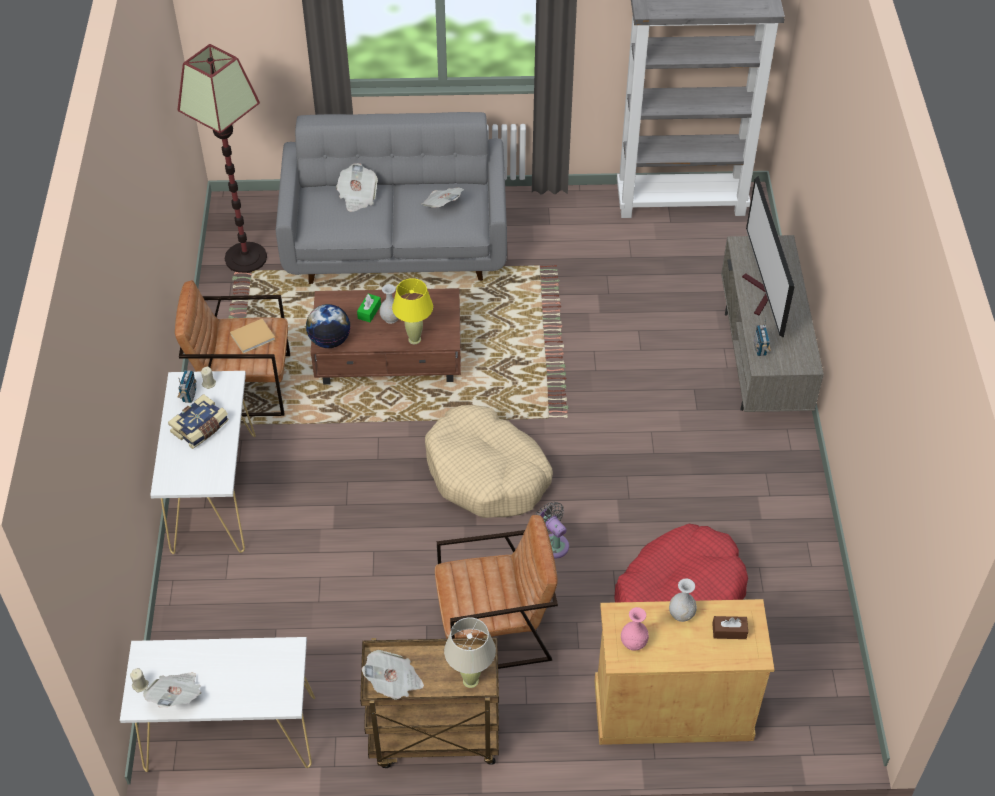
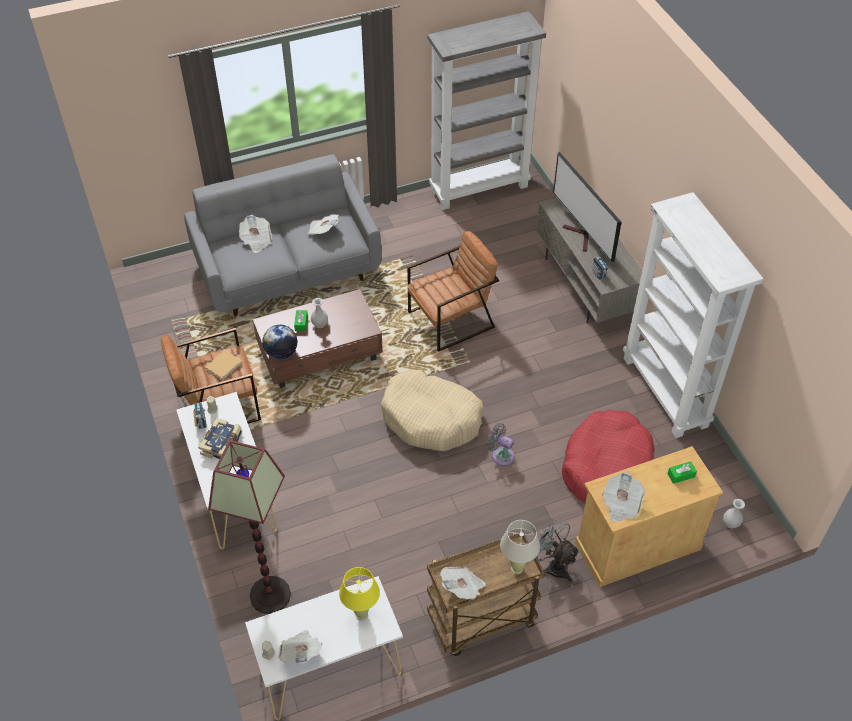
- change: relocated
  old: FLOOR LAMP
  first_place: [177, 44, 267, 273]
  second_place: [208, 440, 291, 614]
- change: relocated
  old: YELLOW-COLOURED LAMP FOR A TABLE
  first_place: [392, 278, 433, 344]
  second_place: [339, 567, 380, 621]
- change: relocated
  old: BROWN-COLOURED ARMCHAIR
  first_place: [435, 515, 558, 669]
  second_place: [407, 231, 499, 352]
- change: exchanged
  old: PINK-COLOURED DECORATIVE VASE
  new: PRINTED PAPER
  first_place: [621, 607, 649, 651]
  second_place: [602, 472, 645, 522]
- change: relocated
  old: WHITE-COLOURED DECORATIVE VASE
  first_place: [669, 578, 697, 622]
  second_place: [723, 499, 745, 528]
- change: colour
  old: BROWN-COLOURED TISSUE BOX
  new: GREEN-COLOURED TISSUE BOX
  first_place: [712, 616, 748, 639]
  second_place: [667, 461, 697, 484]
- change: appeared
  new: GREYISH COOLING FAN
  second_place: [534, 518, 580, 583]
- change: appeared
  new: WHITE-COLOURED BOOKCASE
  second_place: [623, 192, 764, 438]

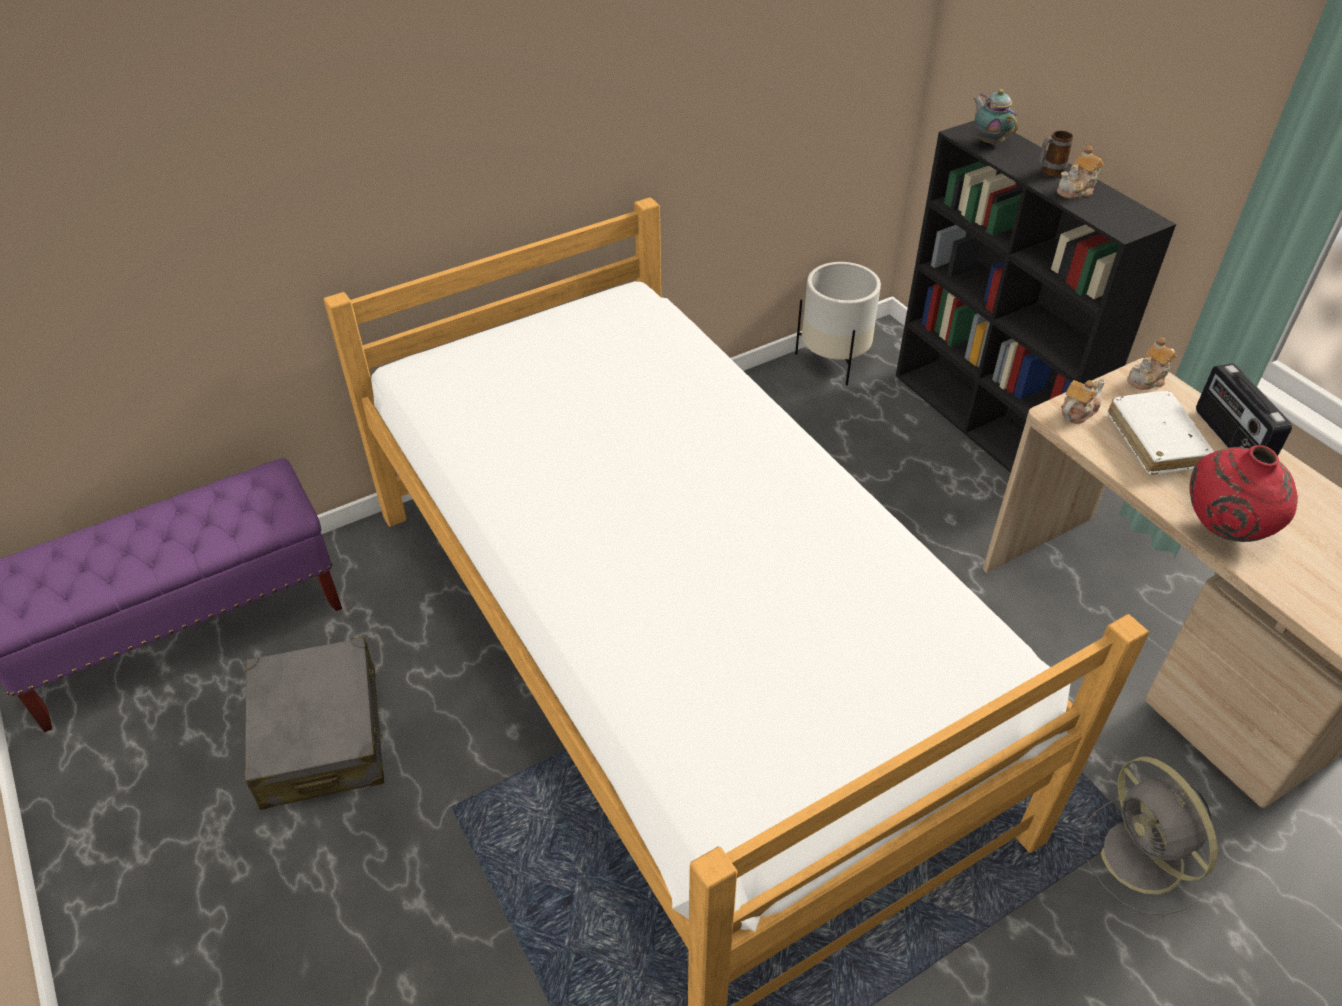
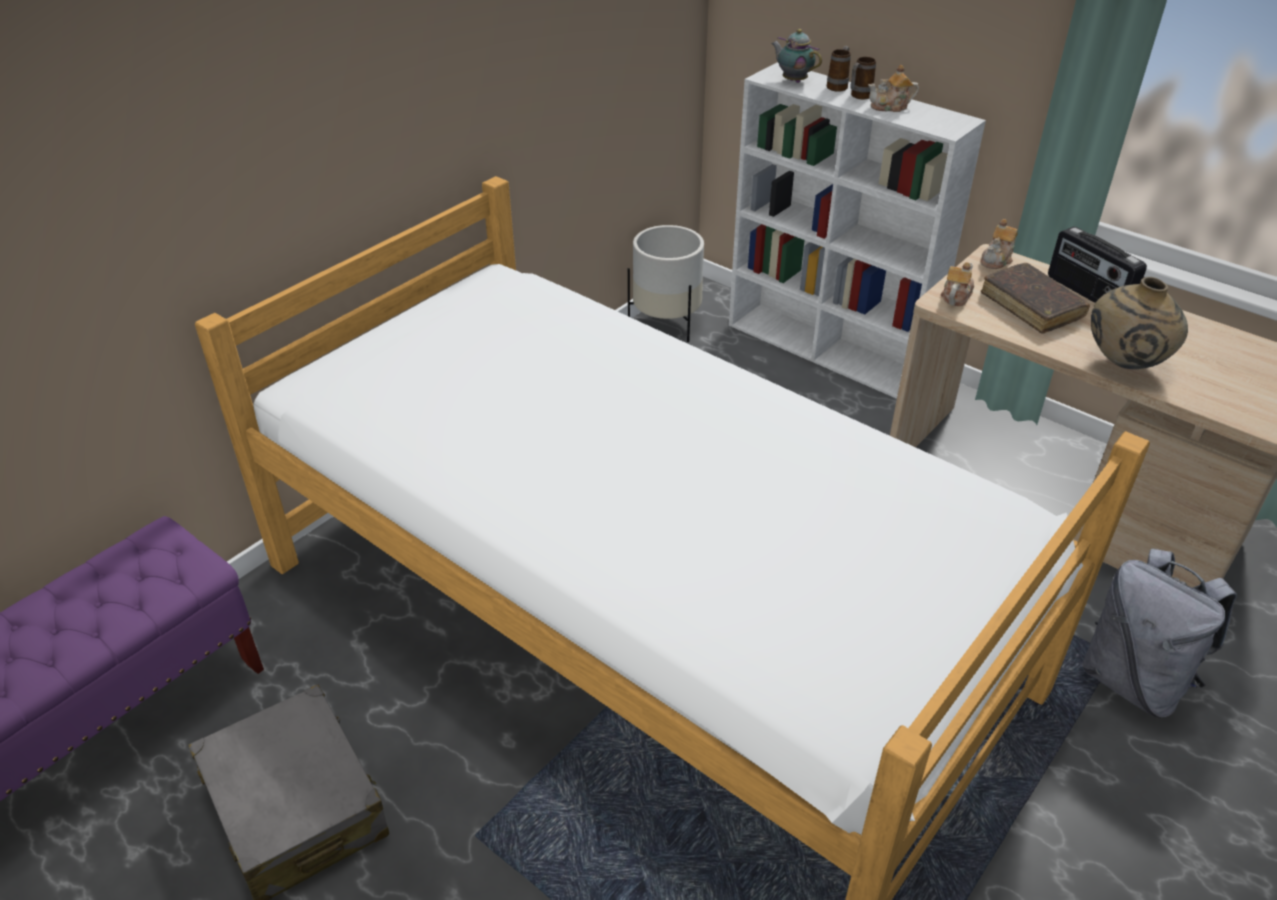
- change: colour
  old: BLACK BOOKCASE
  new: WHITE-COLOURED BOOKCASE
  first_place: [896, 120, 1176, 473]
  second_place: [729, 62, 986, 399]
- change: spun
  old: POT FOR TEA
  first_place: [1057, 146, 1103, 199]
  second_place: [868, 65, 919, 112]
  degrees: 45
- change: exchanged
  old: GREYISH COOLING FAN
  new: GREYISH BACKPACK
  first_place: [1082, 757, 1218, 915]
  second_place: [1082, 548, 1237, 718]
- change: colour
  old: WHITE-COLOURED BOUND BOOK
  new: BROWN-COLOURED BOUND BOOK
  first_place: [1107, 391, 1214, 475]
  second_place: [981, 263, 1090, 334]
- change: colour
  old: RED-COLOURED DECORATIVE VASE
  new: SAND-COLOURED DECORATIVE VASE
  first_place: [1190, 445, 1298, 542]
  second_place: [1091, 277, 1188, 369]
- change: appeared
  new: MUG
  second_place: [827, 46, 851, 92]

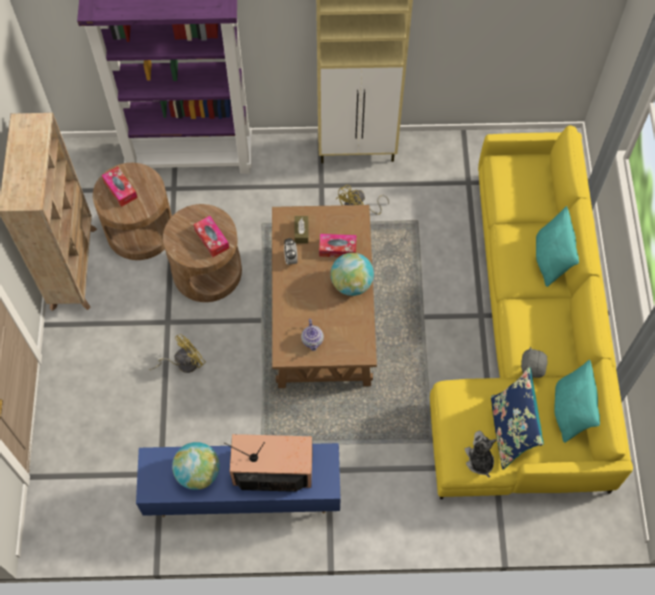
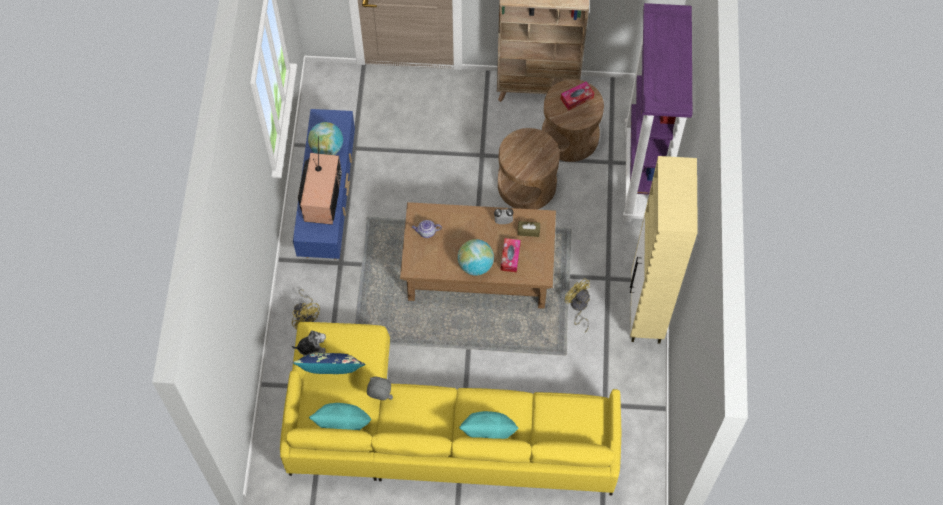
- change: relocated
  old: YELLOW-COLOURED COOLING FAN
  first_place: [149, 334, 206, 373]
  second_place: [292, 289, 320, 330]
- change: missing
  old: TISSUE BOX
  first_place: [193, 216, 229, 257]

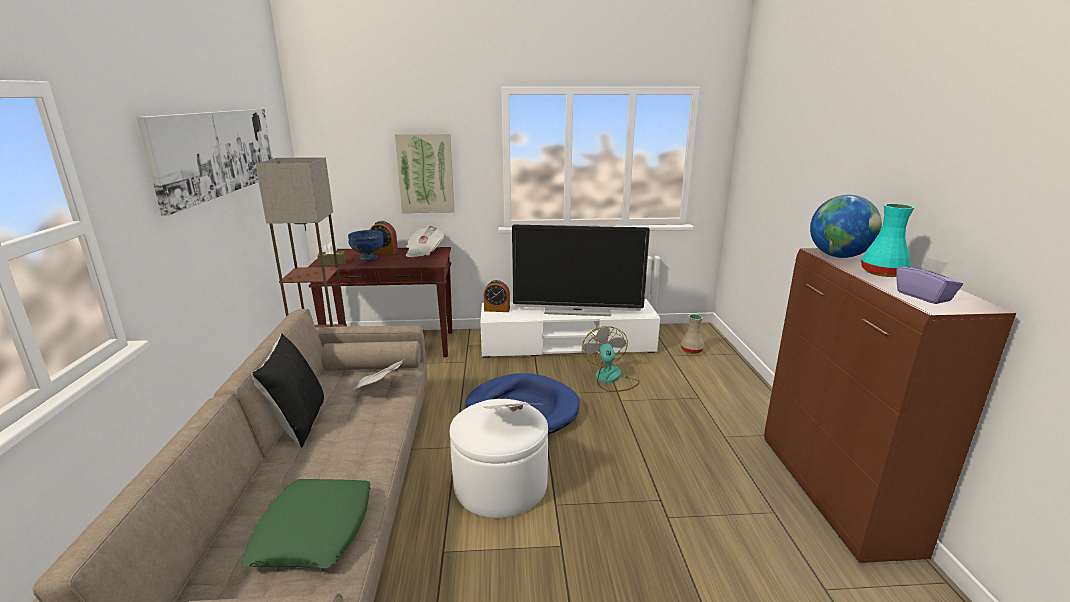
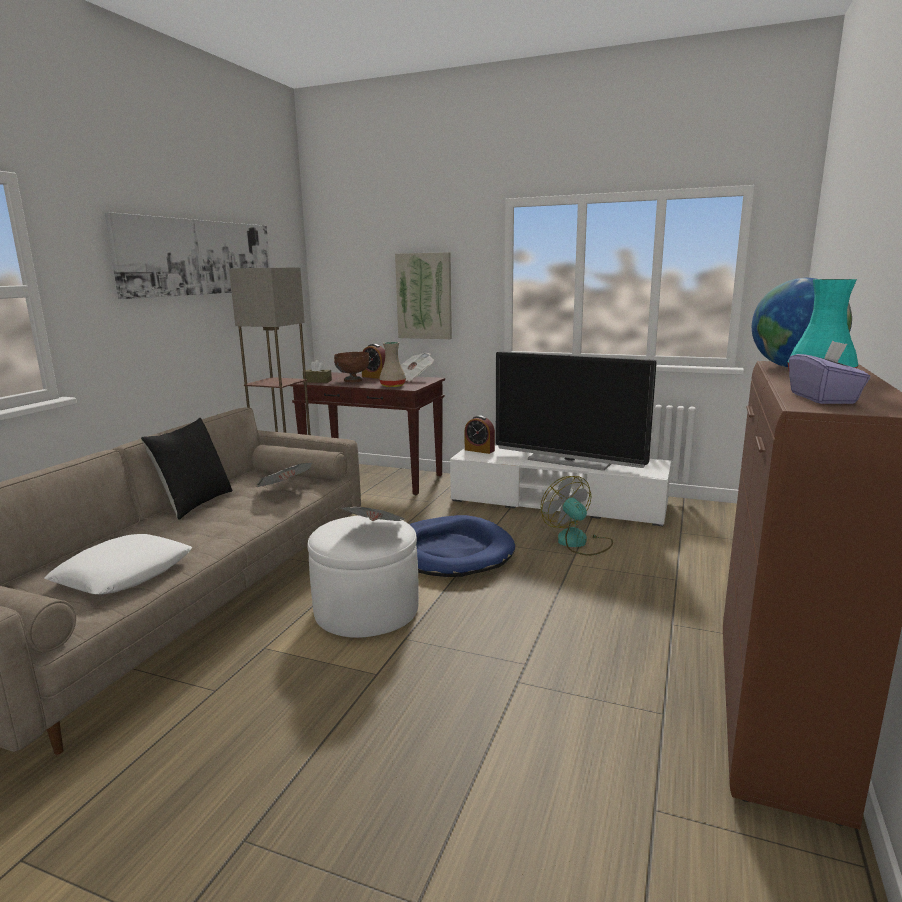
- change: colour
  old: GREEN-COLOURED THROW PILLOW
  new: WHITE-COLOURED THROW PILLOW
  first_place: [241, 479, 371, 568]
  second_place: [44, 534, 192, 594]
- change: colour
  old: BLUE BOWL
  new: BROWN-COLOURED BOWL
  first_place: [348, 230, 384, 262]
  second_place: [334, 352, 369, 382]
- change: spun
  old: COOLING FAN
  first_place: [582, 326, 640, 392]
  second_place: [541, 476, 613, 556]
  degrees: -45
- change: relocated
  old: SAND-COLOURED DECORATIVE VASE
  first_place: [681, 314, 704, 354]
  second_place: [379, 342, 406, 387]

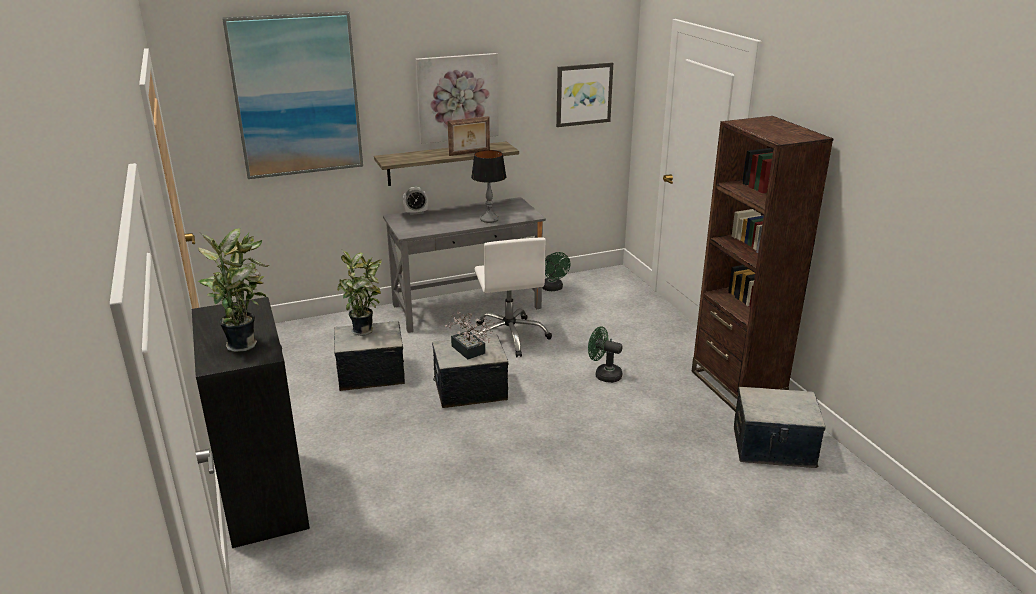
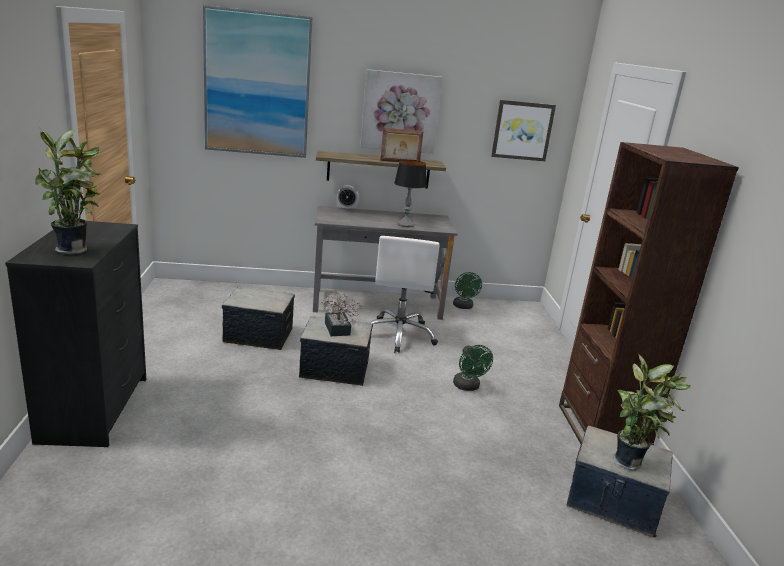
- change: relocated
  old: HOUSEPLANT
  first_place: [337, 250, 382, 336]
  second_place: [613, 353, 691, 471]
- change: spun
  old: GREEN-COLOURED COOLING FAN
  first_place: [588, 326, 623, 383]
  second_place: [453, 345, 493, 391]
  degrees: -150

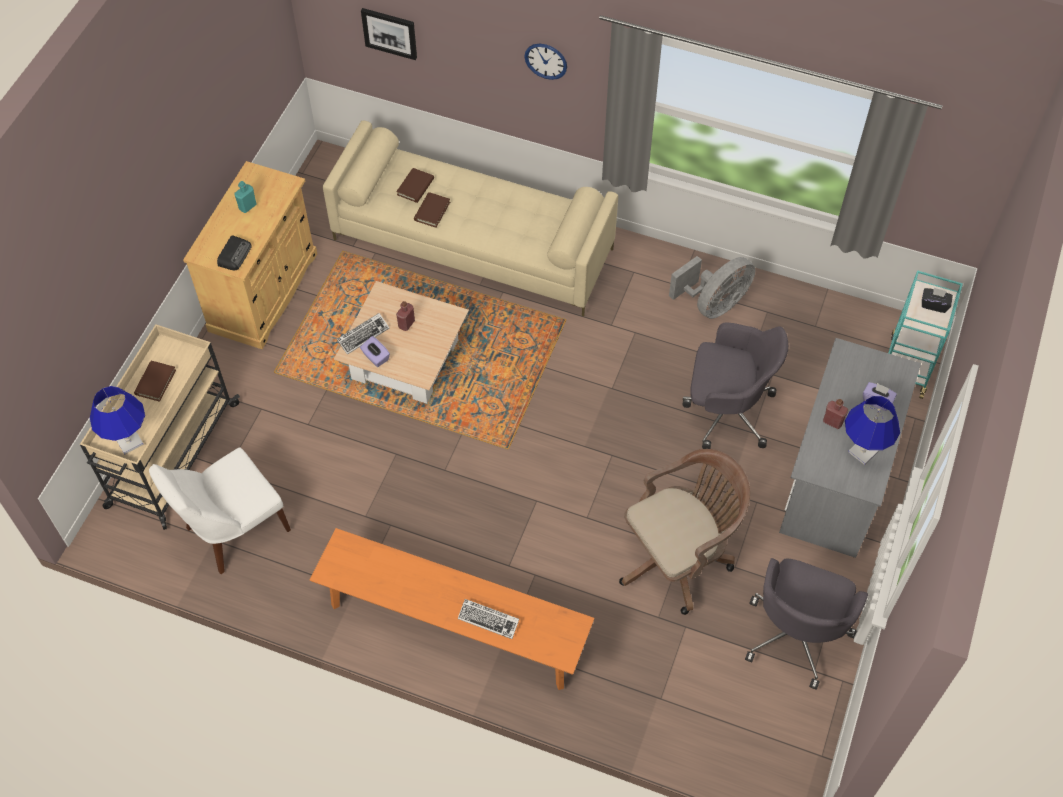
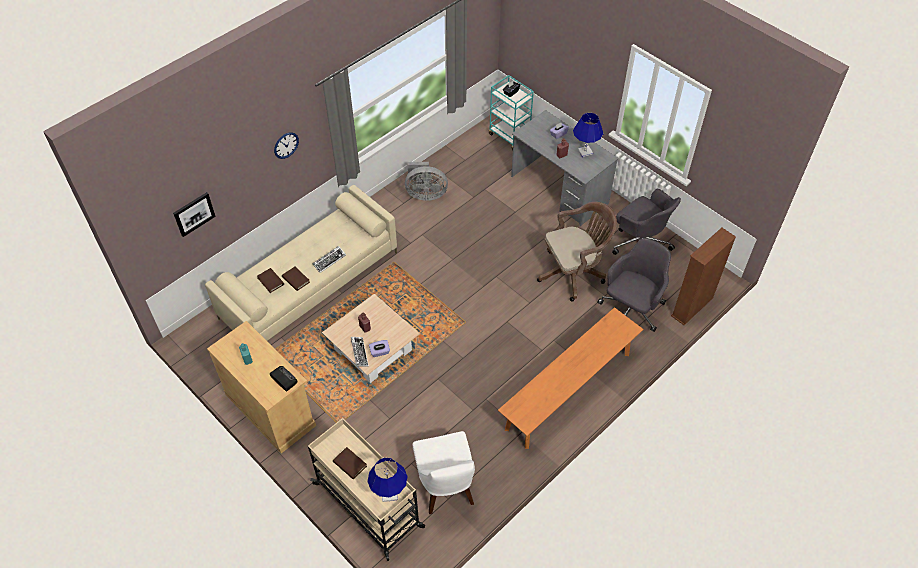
- change: relocated
  old: KEYBOARD
  first_place: [458, 599, 519, 639]
  second_place: [313, 246, 346, 273]
- change: spun
  old: BROWN-COLOURED OFFICE CHAIR
  first_place: [619, 449, 750, 615]
  second_place: [537, 202, 617, 302]
  degrees: 75
- change: spun
  old: GREYISH COOLING FAN
  first_place: [669, 256, 755, 319]
  second_place: [405, 162, 448, 201]
  degrees: 105
- change: relocated
  old: GREYISH OFFICE CHAIR
  first_place: [683, 323, 788, 449]
  second_place: [597, 238, 671, 332]
- change: appeared
  new: BROWN-COLOURED BOOKCASE
  second_place: [671, 228, 736, 325]

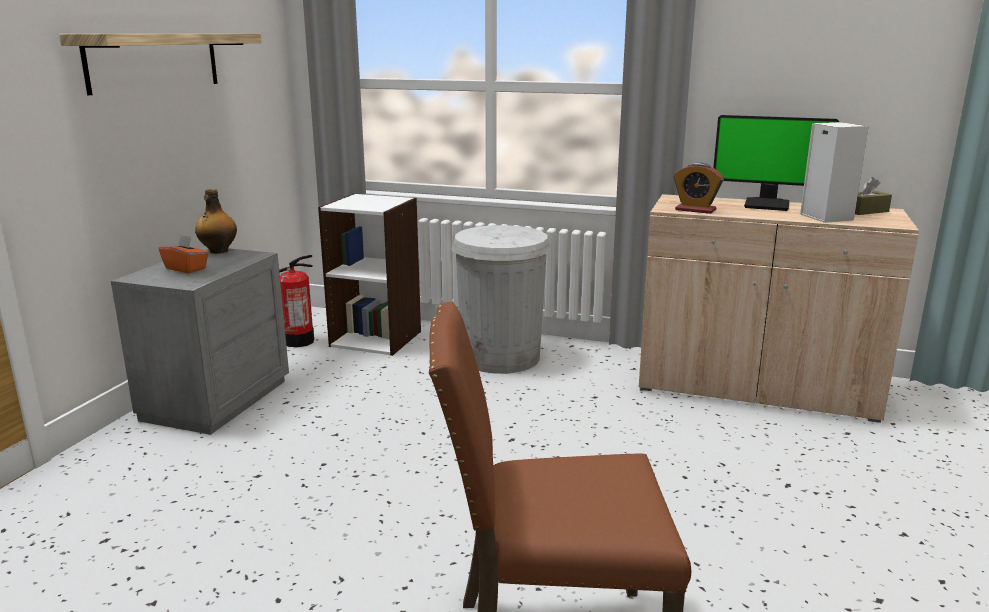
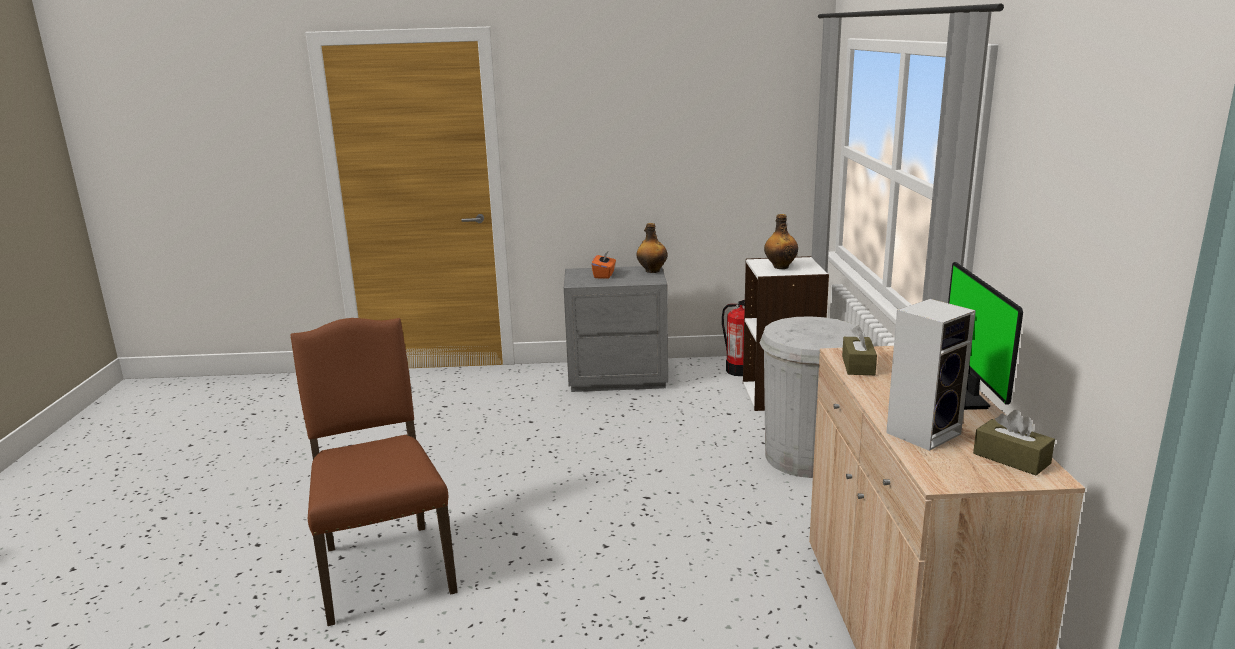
- change: missing
  old: BRACKET SHELF
  first_place: [59, 34, 262, 95]
- change: exchanged
  old: TABLE CLOCK
  new: BROWN-COLOURED TISSUE BOX
  first_place: [673, 162, 724, 214]
  second_place: [842, 325, 877, 375]
- change: appeared
  new: BEVERAGE BOTTLE
  second_place: [764, 214, 798, 269]

